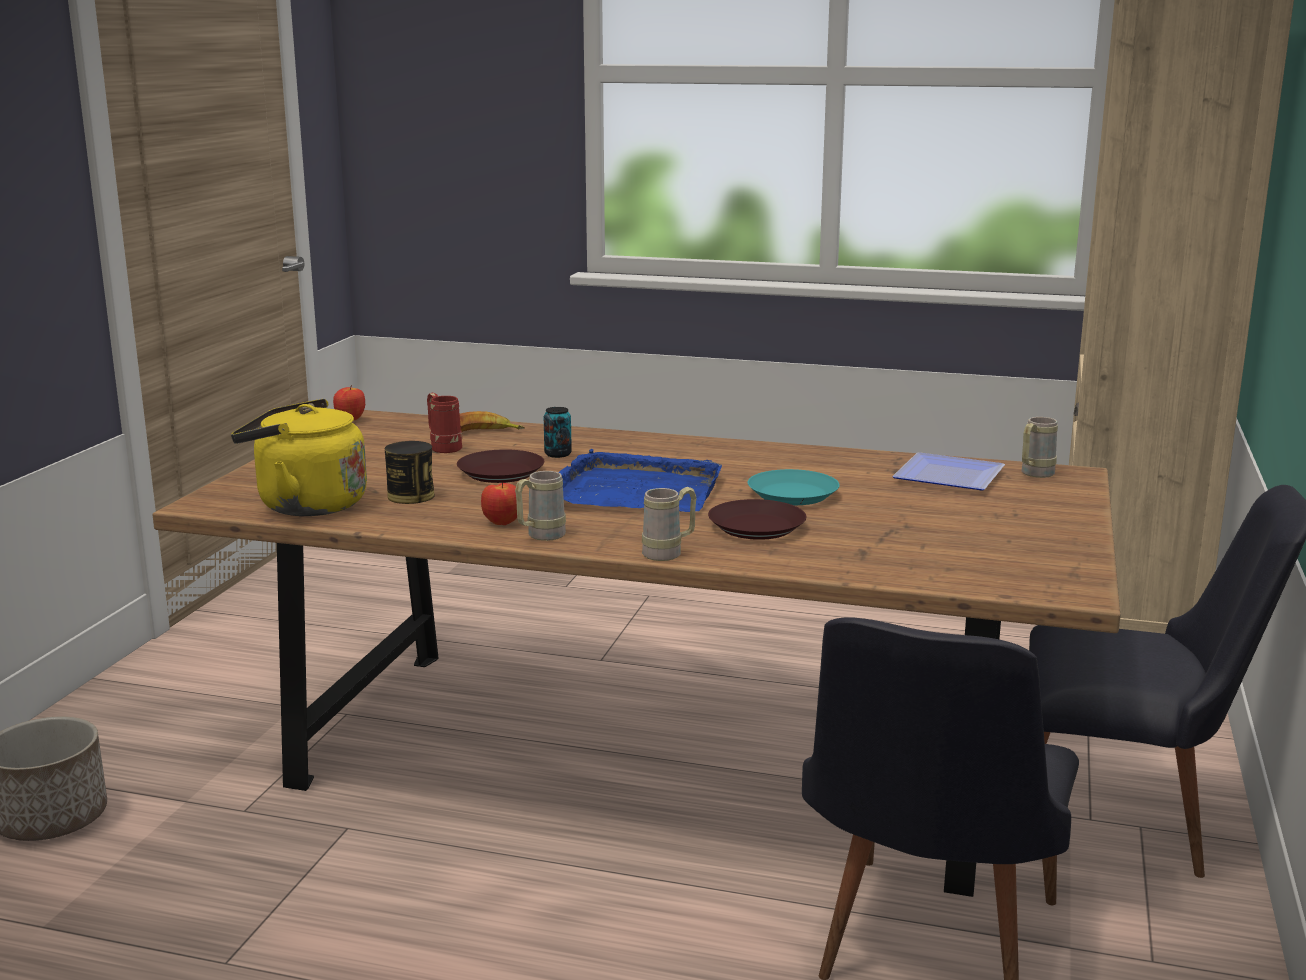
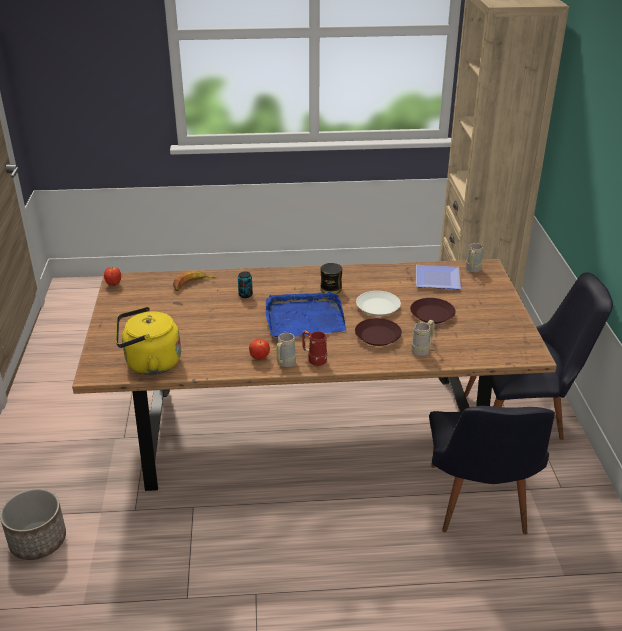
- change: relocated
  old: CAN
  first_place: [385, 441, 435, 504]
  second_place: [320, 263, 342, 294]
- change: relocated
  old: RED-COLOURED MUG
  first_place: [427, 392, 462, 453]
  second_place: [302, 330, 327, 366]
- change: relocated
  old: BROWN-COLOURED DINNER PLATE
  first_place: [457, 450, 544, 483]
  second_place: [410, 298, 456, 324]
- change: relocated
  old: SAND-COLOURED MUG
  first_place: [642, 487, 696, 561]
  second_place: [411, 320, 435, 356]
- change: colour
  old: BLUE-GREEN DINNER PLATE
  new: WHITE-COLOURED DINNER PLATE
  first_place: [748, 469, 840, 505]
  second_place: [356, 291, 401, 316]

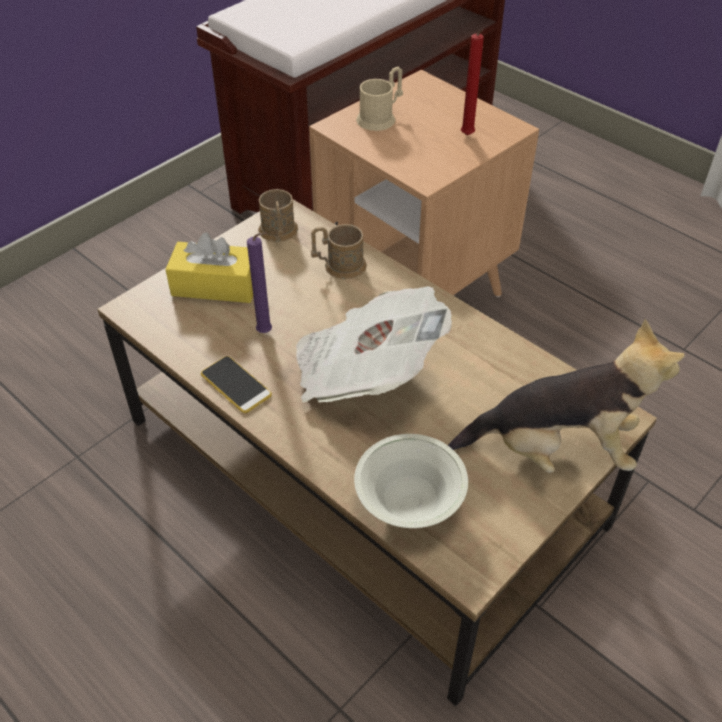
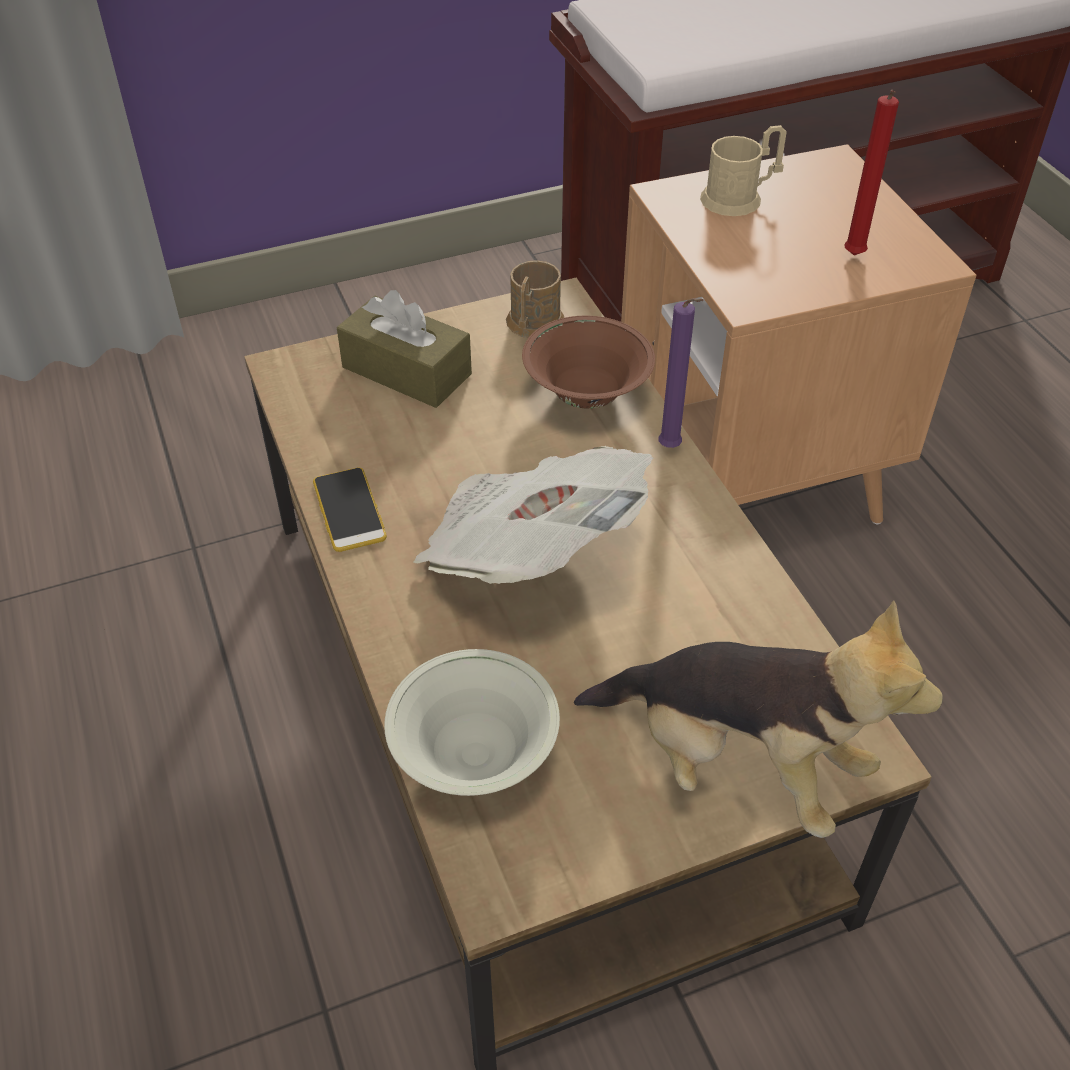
- change: colour
  old: YELLOW-COLOURED TISSUE BOX
  new: BROWN-COLOURED TISSUE BOX
  first_place: [165, 233, 253, 303]
  second_place: [337, 290, 472, 408]
- change: relocated
  old: PURPLE WAX CANDLE
  first_place: [247, 232, 272, 333]
  second_place: [658, 298, 704, 448]
- change: exchanged
  old: BROWN-COLOURED MUG
  new: BROWN-COLOURED BOWL
  first_place: [311, 224, 367, 280]
  second_place: [522, 316, 655, 409]

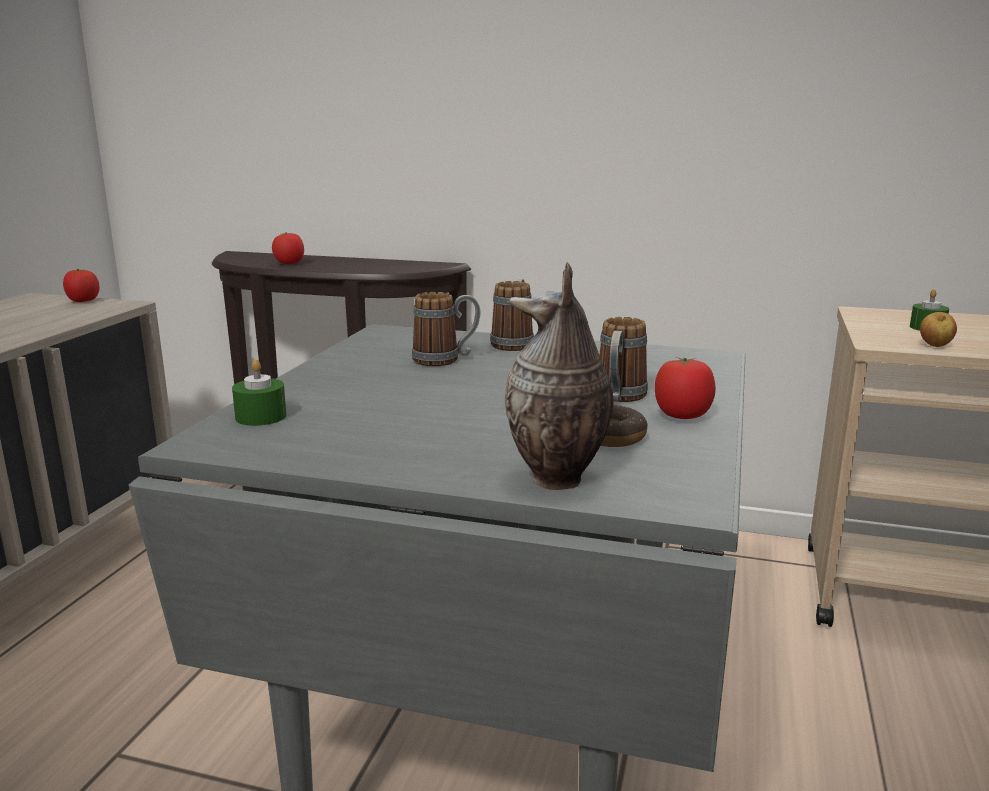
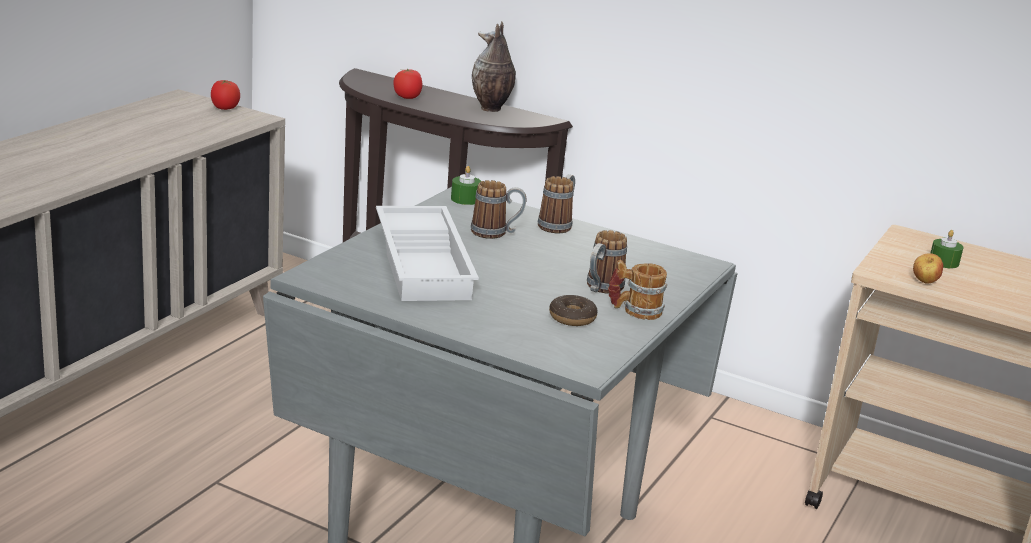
- change: relocated
  old: GREEN-COLOURED WAX CANDLE
  first_place: [232, 359, 286, 426]
  second_place: [451, 166, 481, 205]
- change: relocated
  old: DECORATIVE VASE
  first_place: [505, 262, 614, 490]
  second_place: [472, 21, 516, 112]
- change: exchanged
  old: FRESH TOMATO
  new: MUG
  first_place: [655, 357, 716, 419]
  second_place: [608, 260, 667, 320]
- change: appeared
  new: WHITE-COLOURED CARRYING TRAY
  second_place: [376, 206, 479, 301]

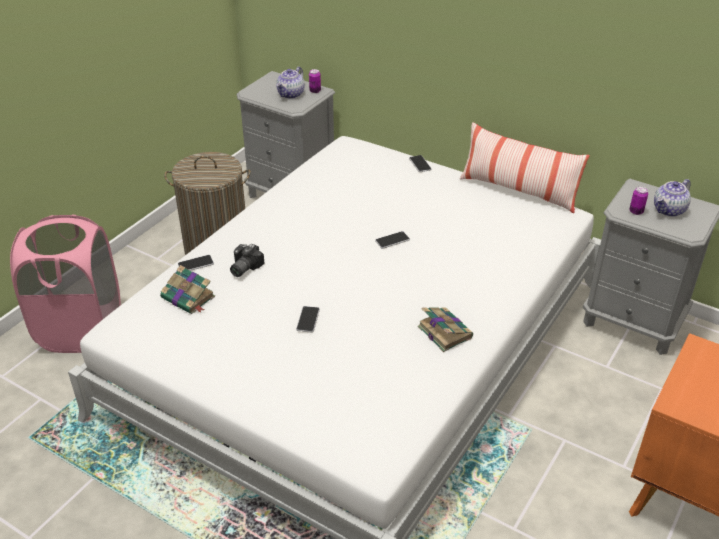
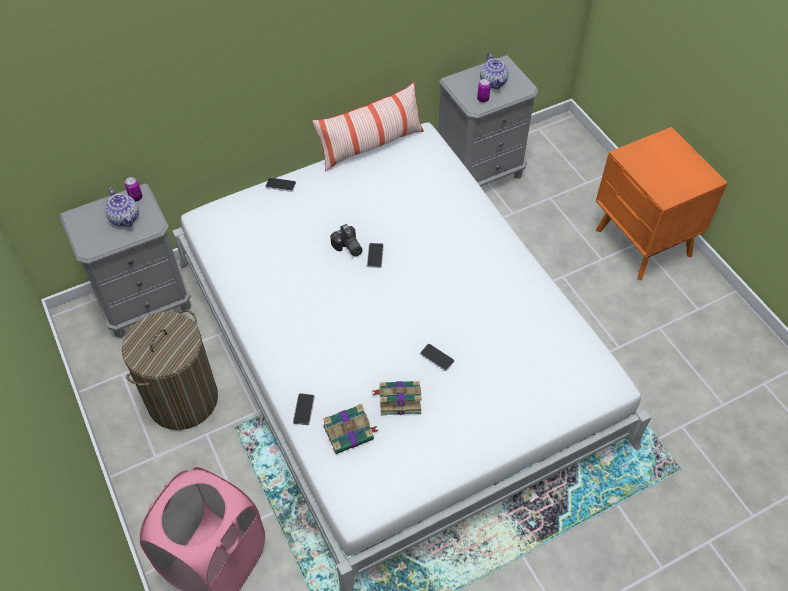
- change: relocated
  old: PHOTO CAMERA
  first_place: [230, 244, 264, 277]
  second_place: [330, 224, 363, 257]
- change: relocated
  old: BOUND BOOK
  first_place: [418, 307, 473, 352]
  second_place: [372, 381, 422, 415]

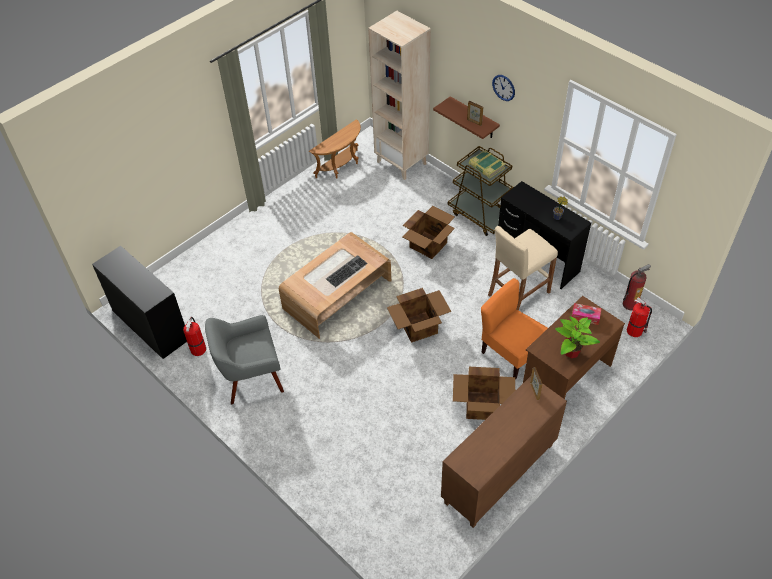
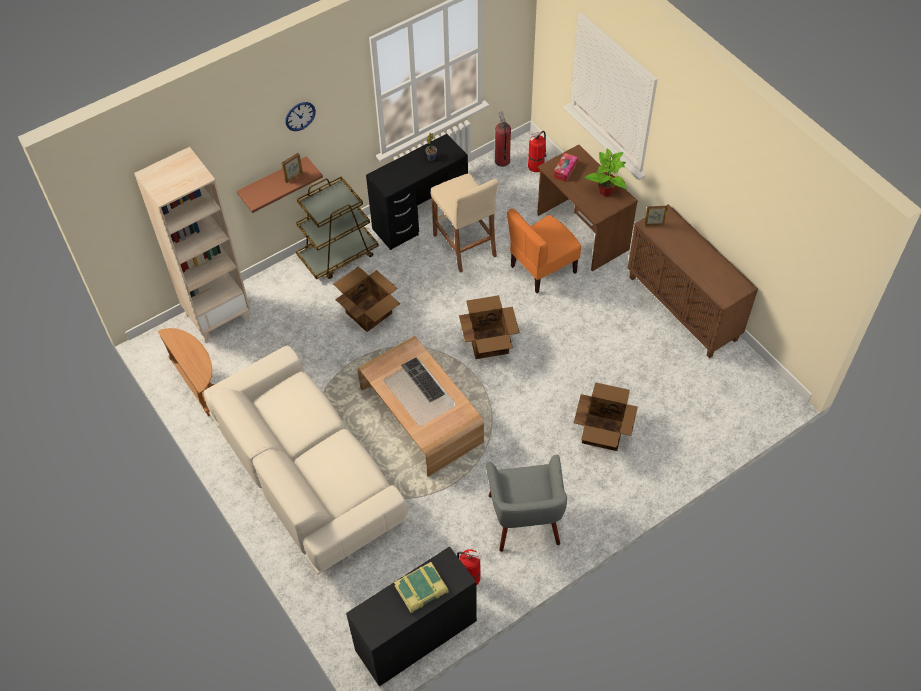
- change: relocated
  old: PACKING BOX
  first_place: [453, 367, 515, 420]
  second_place: [574, 382, 638, 451]
- change: relocated
  old: BOUND BOOK
  first_place: [469, 150, 505, 178]
  second_place: [394, 562, 449, 613]
- change: appeared
  new: SAND-COLOURED COUCH
  second_place: [204, 346, 408, 574]

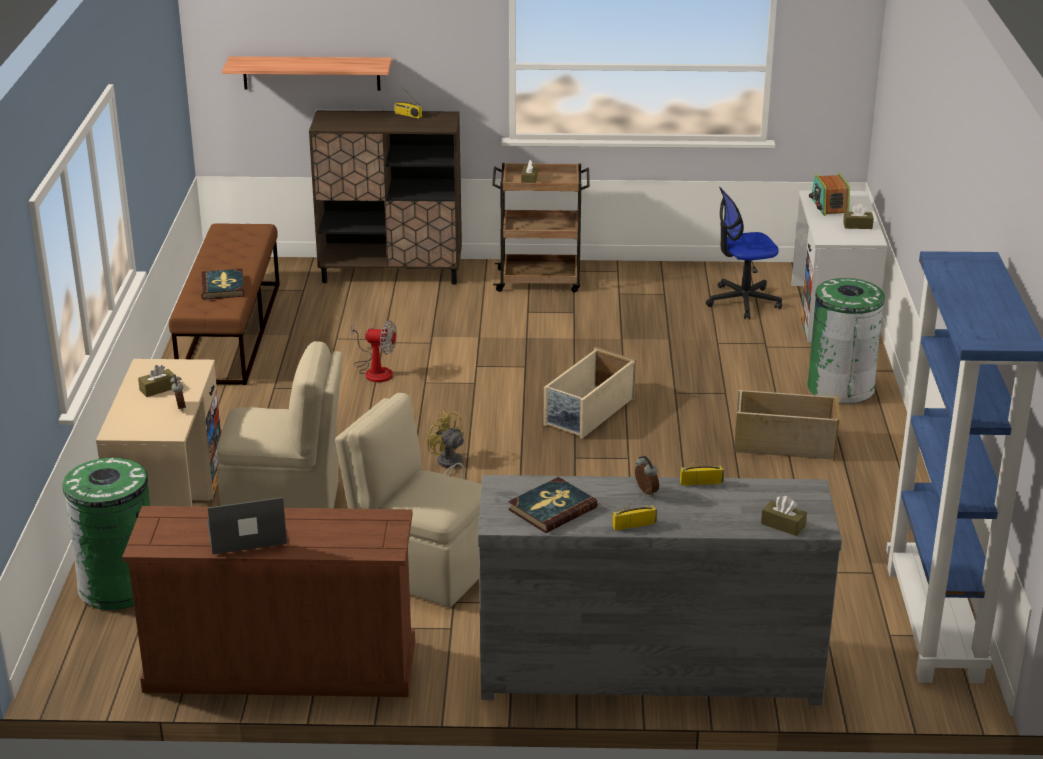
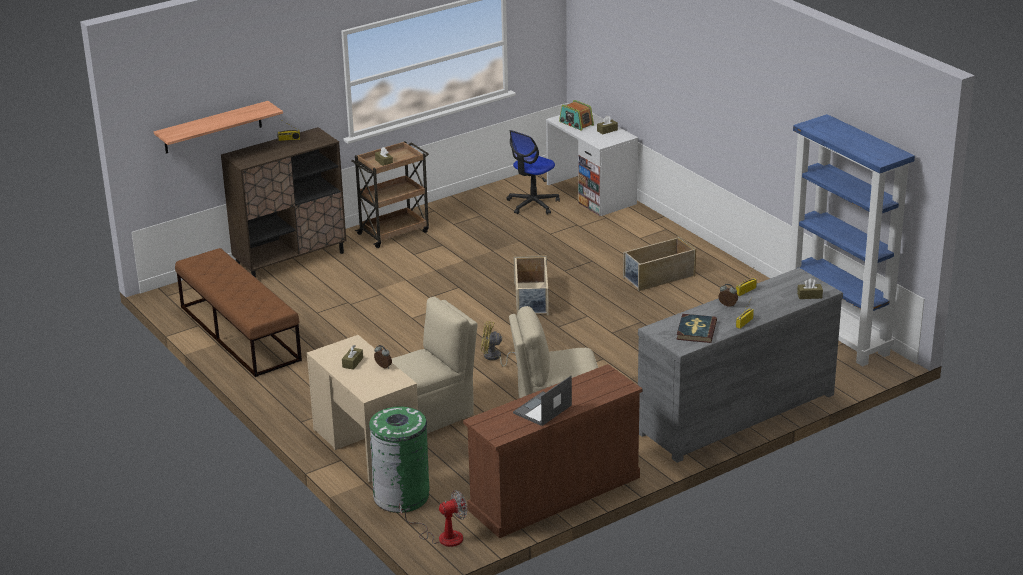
- change: missing
  old: BOUND BOOK
  first_place: [201, 269, 244, 300]
- change: relocated
  old: COOLING FAN
  first_place: [351, 320, 397, 382]
  second_place: [399, 490, 467, 547]
- change: missing
  old: GREEN-COLOURED WASTE BIN
  first_place: [808, 278, 885, 404]

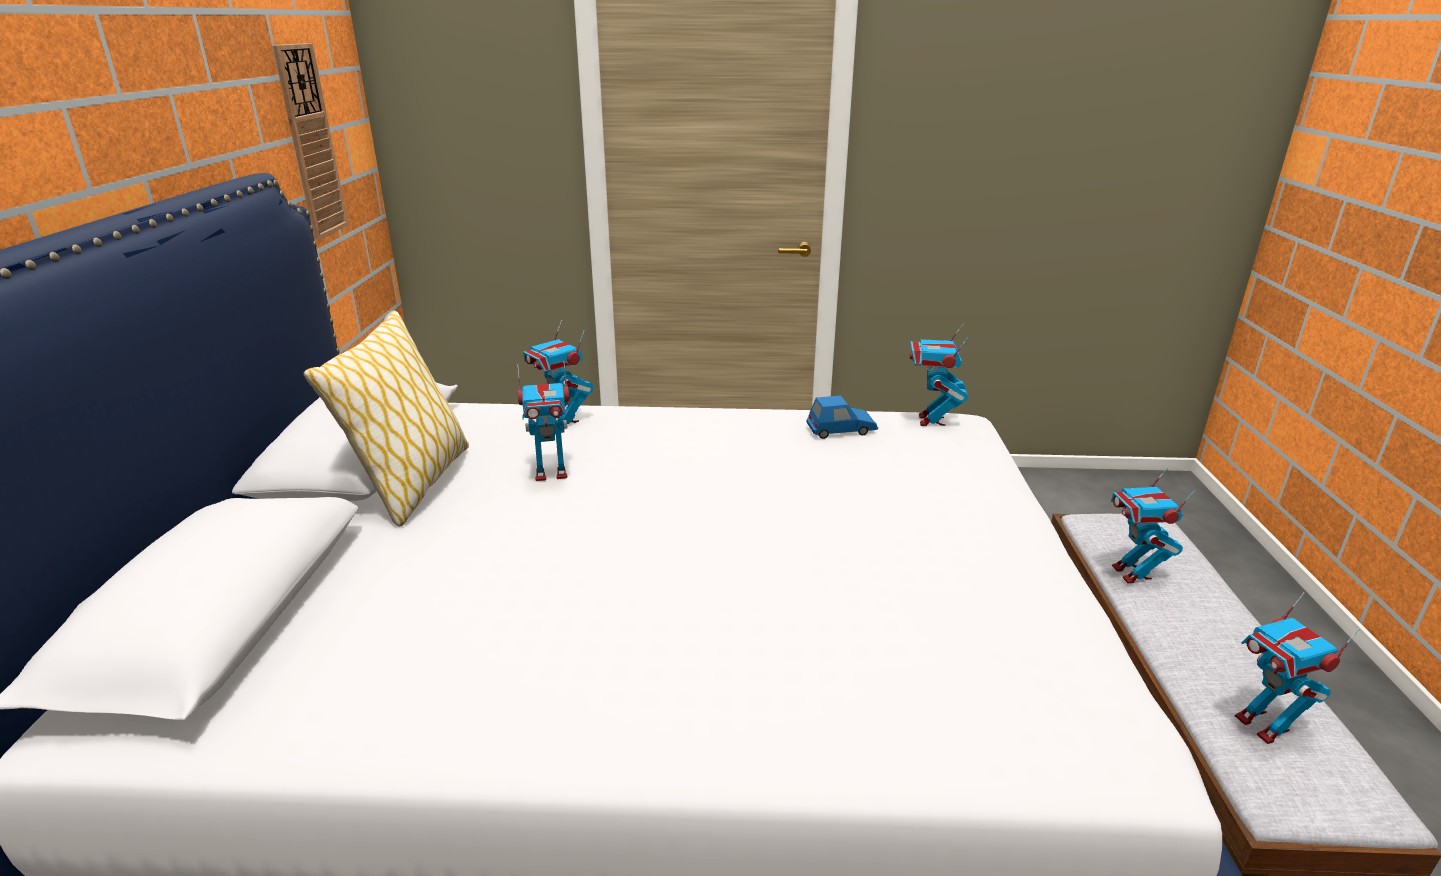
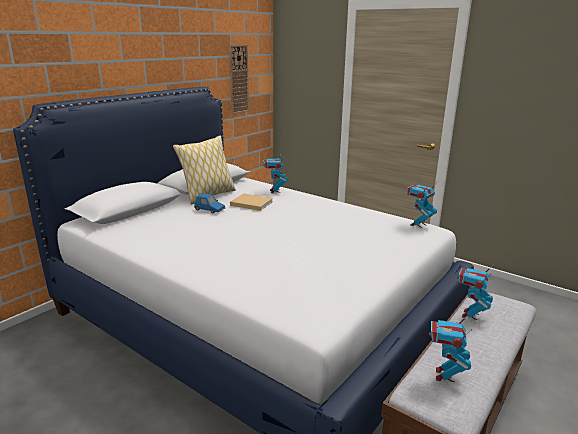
- change: exchanged
  old: MODEL ROBOT
  new: SAND-COLOURED BOUND BOOK
  first_place: [517, 361, 570, 481]
  second_place: [230, 193, 273, 211]
- change: relocated
  old: BLUE MODEL CAR
  first_place: [807, 395, 878, 439]
  second_place: [194, 193, 225, 213]

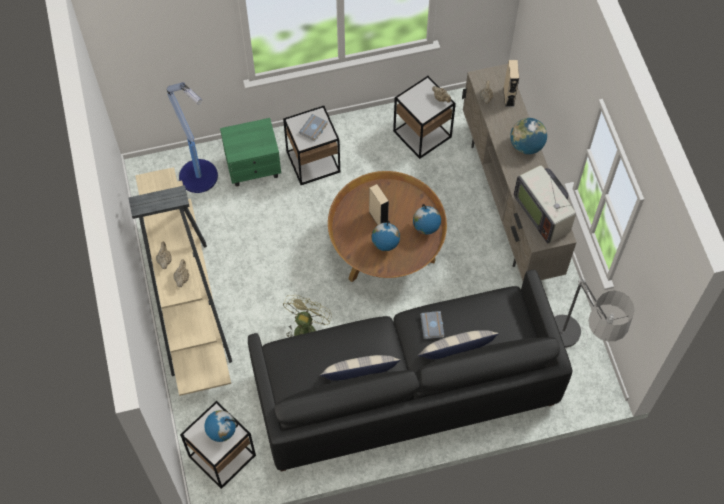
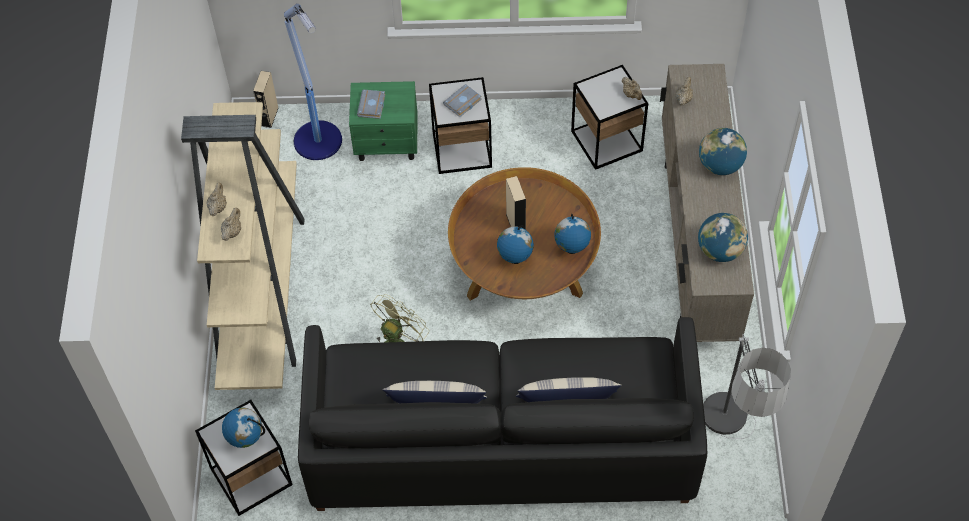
- change: relocated
  old: GREYISH BOUND BOOK
  first_place: [420, 311, 444, 339]
  second_place: [357, 90, 385, 119]
- change: relocated
  old: SAND-COLOURED SPEAKER
  first_place: [503, 60, 519, 107]
  second_place: [253, 71, 279, 128]
- change: exchanged
  old: TV
  new: GLOBE
  first_place: [514, 165, 576, 243]
  second_place: [698, 213, 748, 262]

